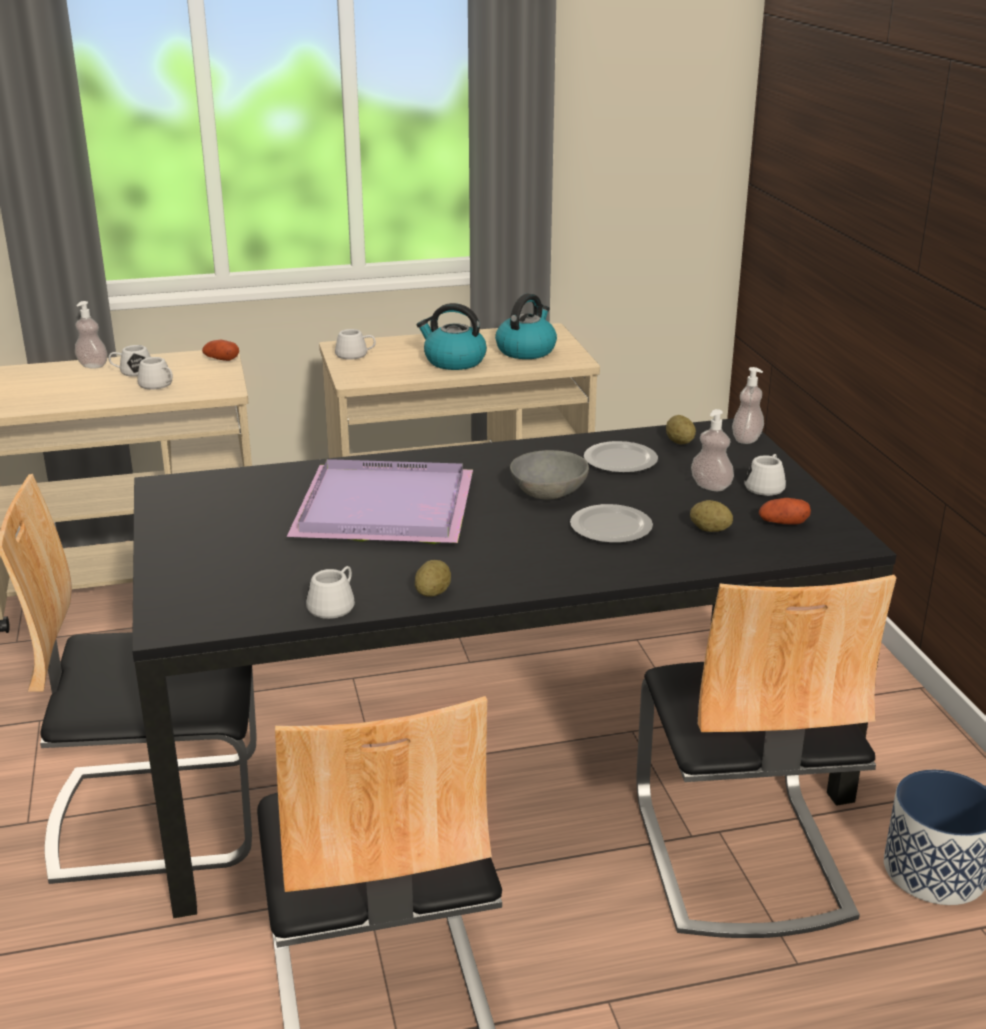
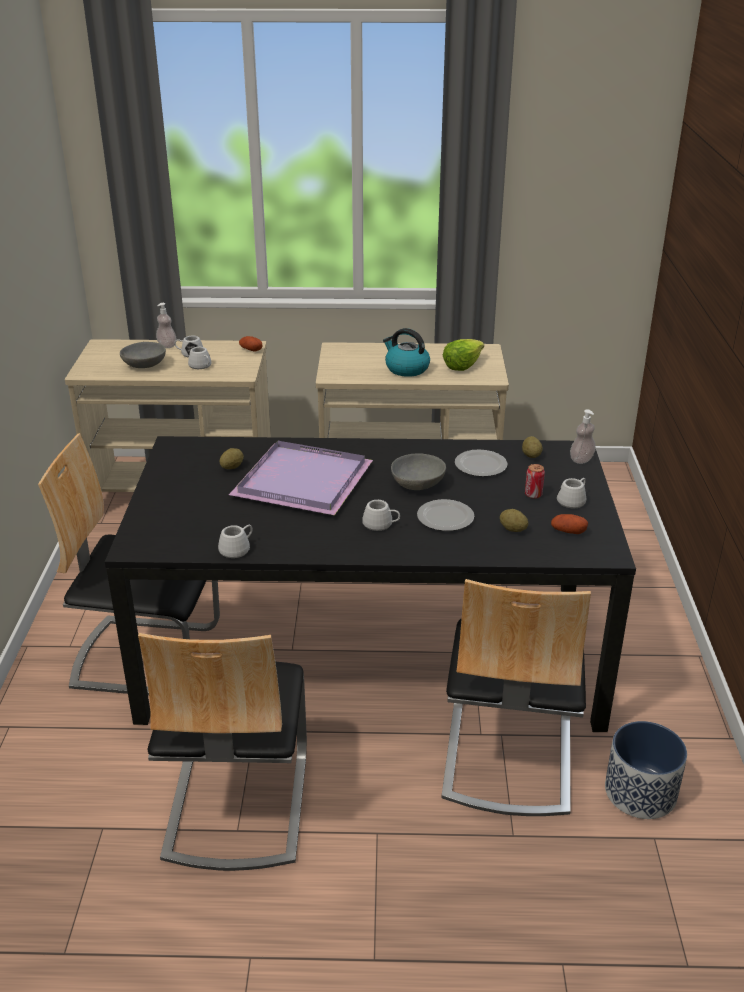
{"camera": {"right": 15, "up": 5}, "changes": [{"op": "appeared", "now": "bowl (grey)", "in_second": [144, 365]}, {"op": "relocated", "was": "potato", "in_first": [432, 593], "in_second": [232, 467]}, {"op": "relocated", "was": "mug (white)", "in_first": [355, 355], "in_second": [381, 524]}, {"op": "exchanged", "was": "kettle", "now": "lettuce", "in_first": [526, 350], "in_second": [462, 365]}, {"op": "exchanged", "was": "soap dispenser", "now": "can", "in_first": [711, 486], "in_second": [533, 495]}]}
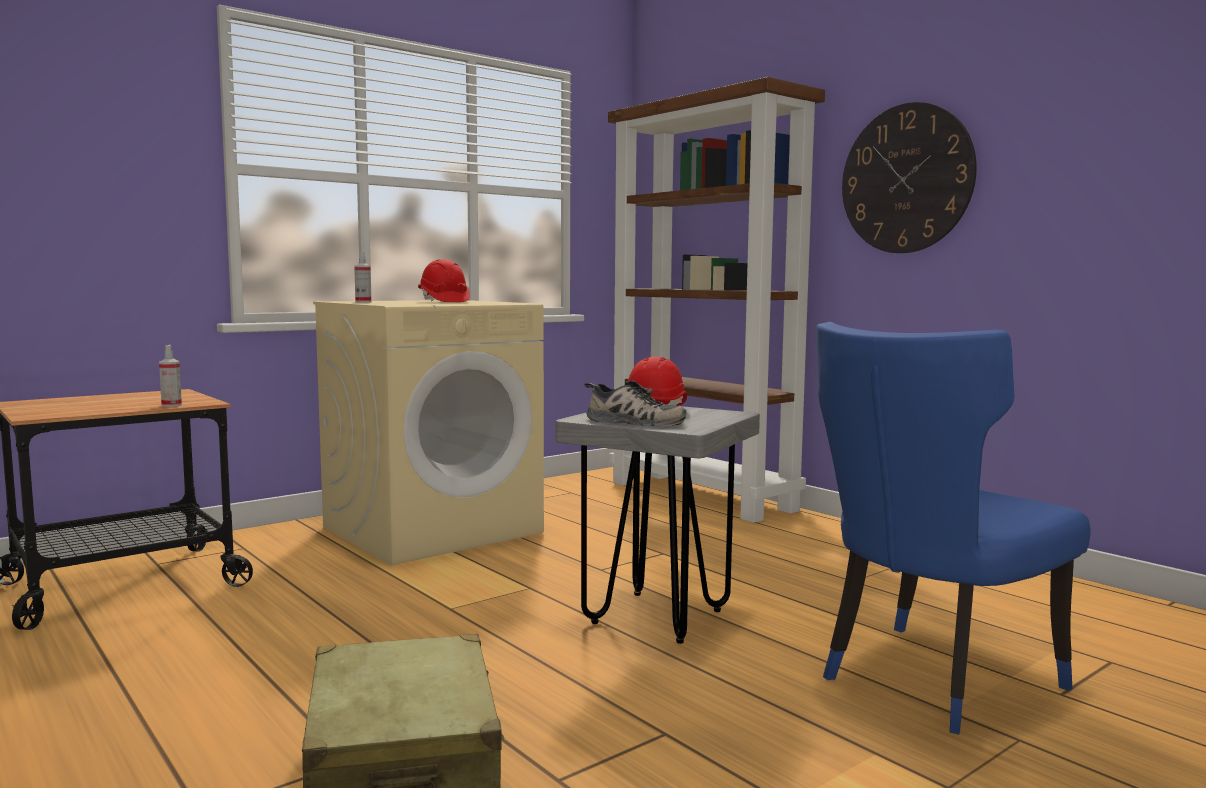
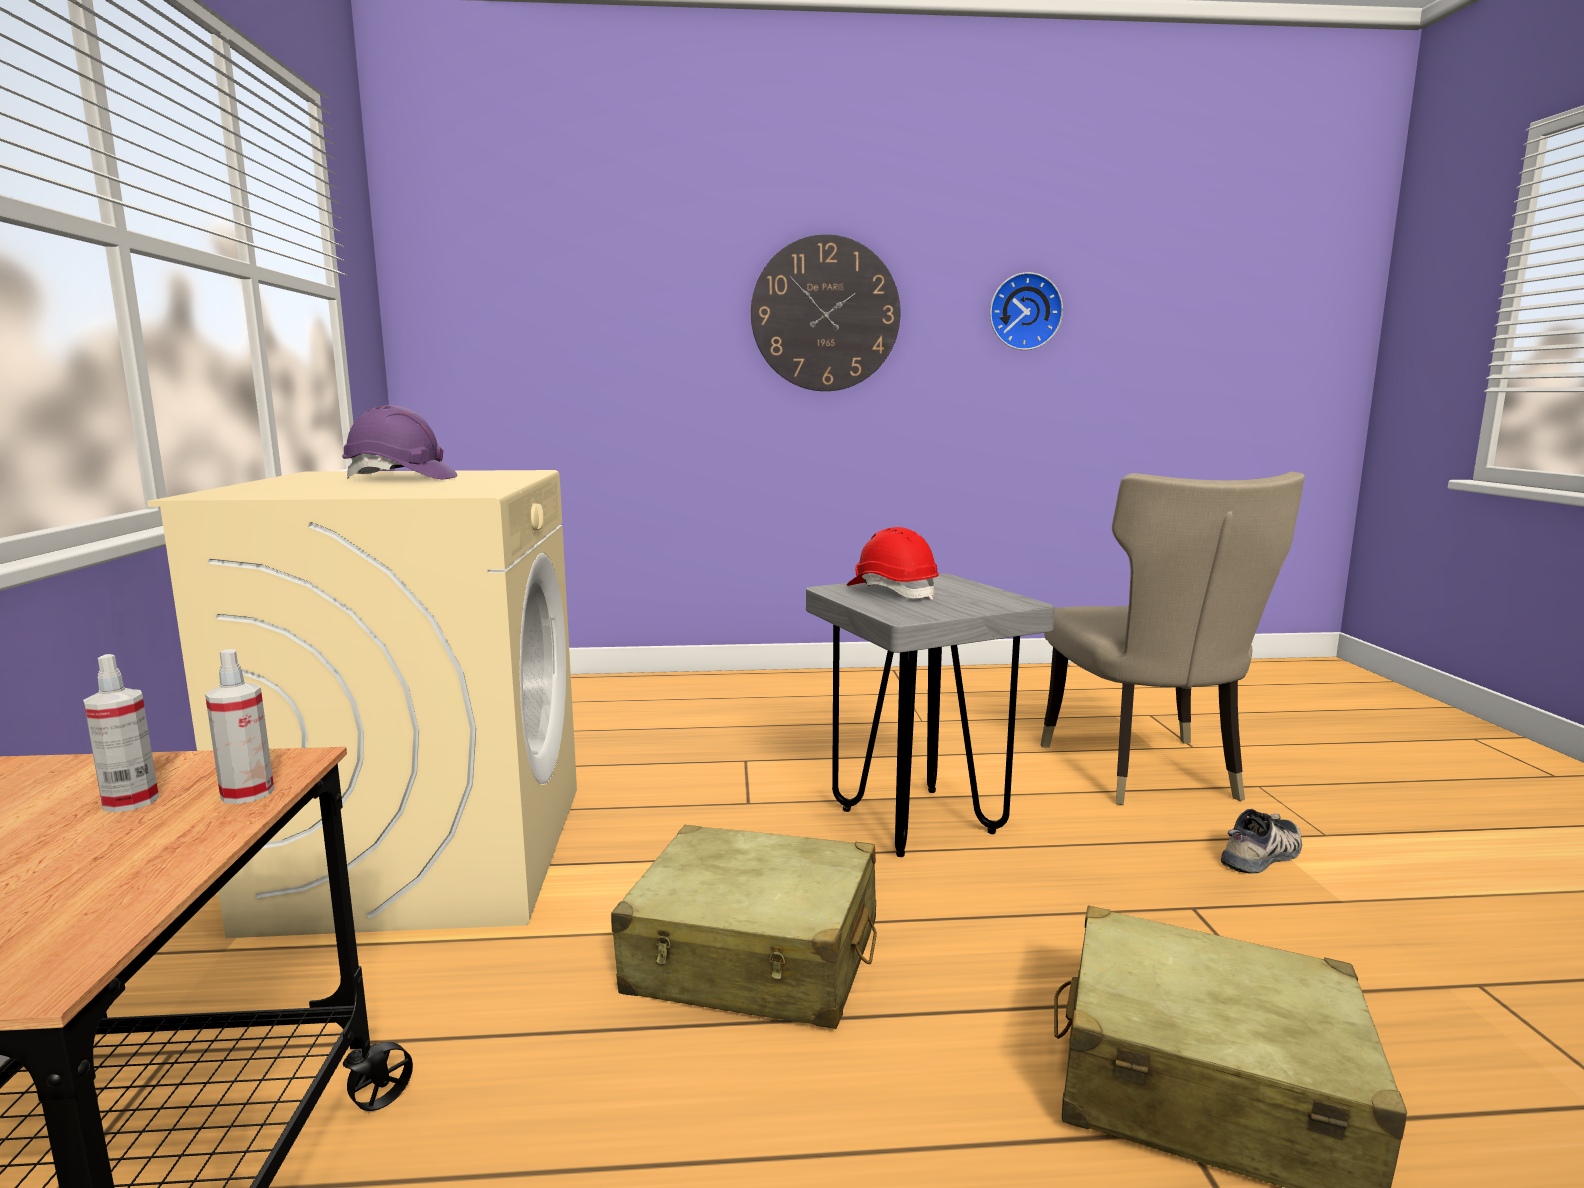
{"camera": {"right": -55, "up": 5}, "changes": [{"op": "relocated", "was": "spray bottle", "in_first": [363, 302], "in_second": [130, 801]}, {"op": "colour", "was": "hard hat (red)", "now": "hard hat (purple)", "in_first": [444, 301], "in_second": [401, 478]}, {"op": "appeared", "now": "suitcase (beige)", "in_second": [754, 957]}, {"op": "appeared", "now": "wall clock", "in_second": [1024, 312]}, {"op": "colour", "was": "chair (blue)", "now": "chair (beige)", "in_first": [929, 681], "in_second": [1147, 773]}, {"op": "relocated", "was": "shoe", "in_first": [633, 422], "in_second": [1263, 855]}, {"op": "missing", "was": "bookcase (brown)", "in_first": [703, 496]}]}
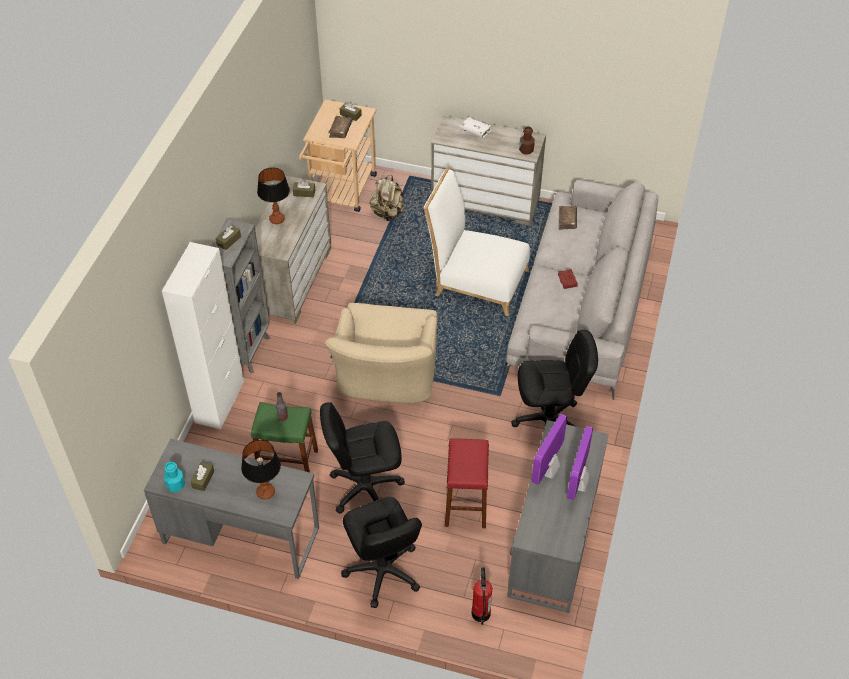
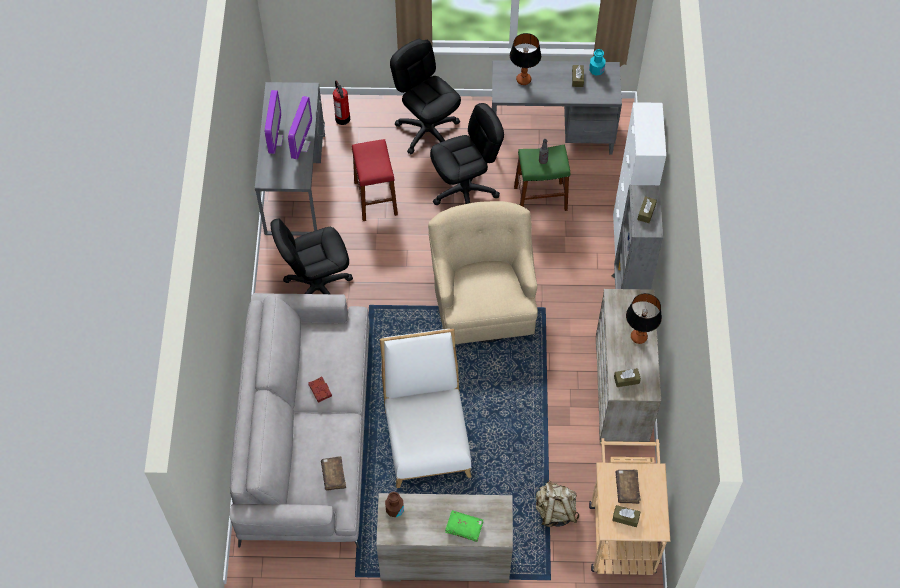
{"camera": {"right": 165, "up": 10}, "changes": [{"op": "spun", "was": "chair (white)", "in_first": [476, 281], "in_second": [426, 436], "clockwise": -105}, {"op": "colour", "was": "book (white)", "now": "book (green)", "in_first": [475, 131], "in_second": [464, 527]}]}
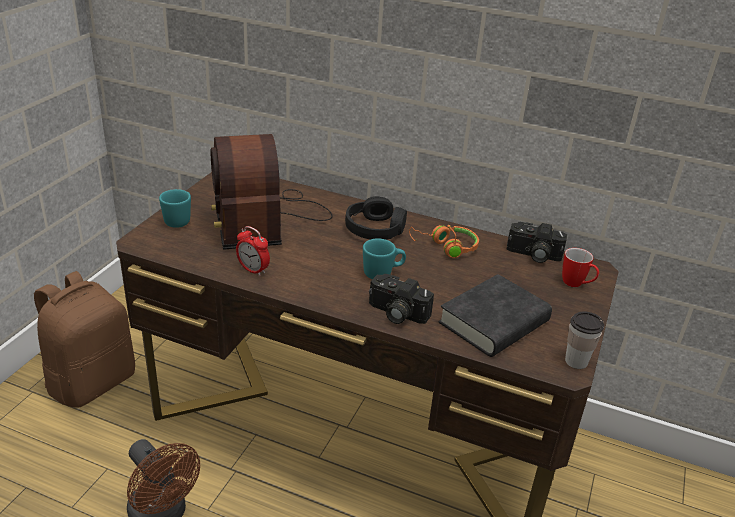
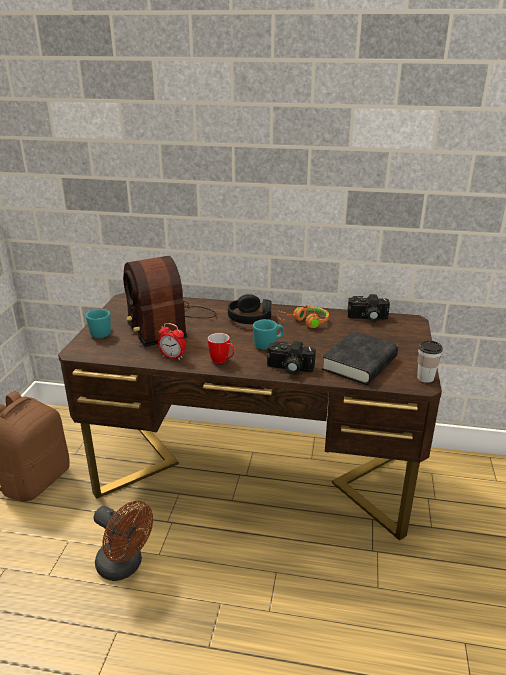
{"camera": {"right": -10, "up": -5}, "changes": [{"op": "relocated", "was": "mug", "in_first": [576, 285], "in_second": [222, 361]}]}
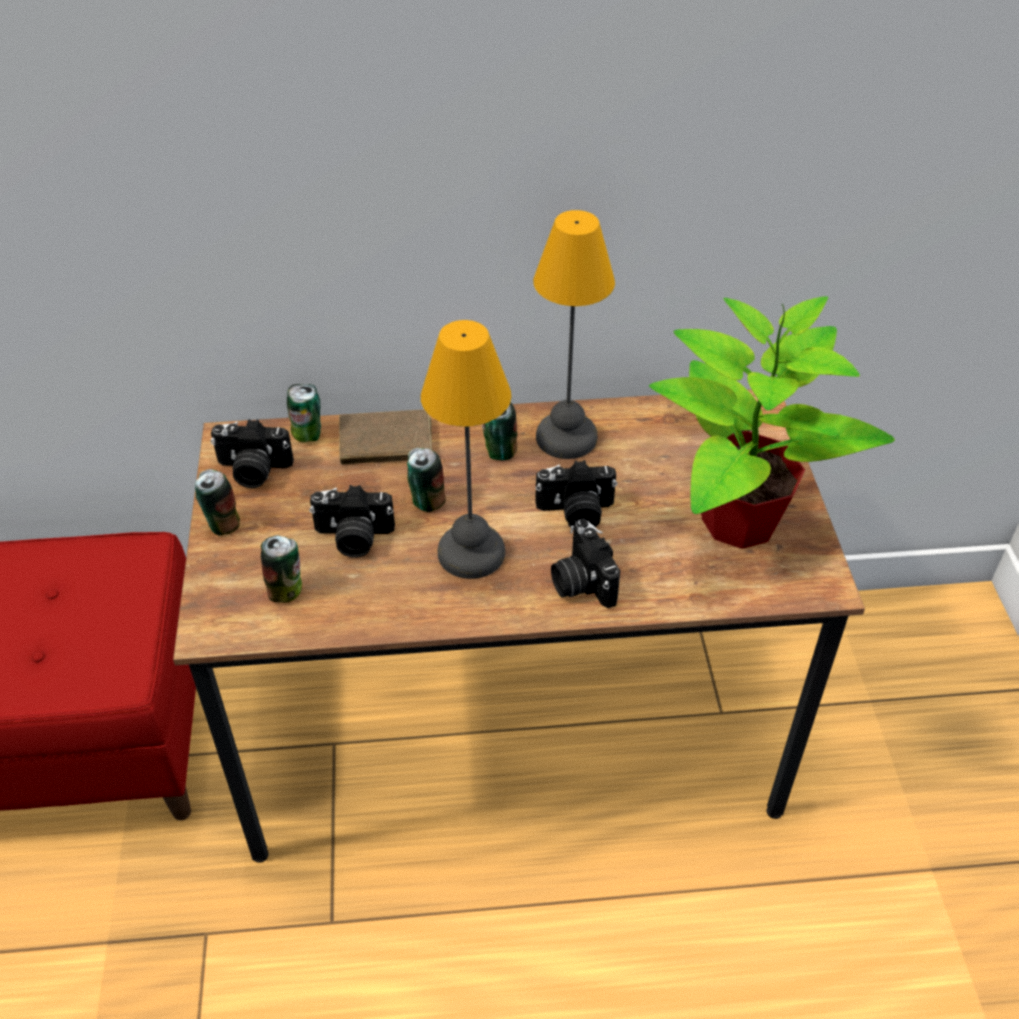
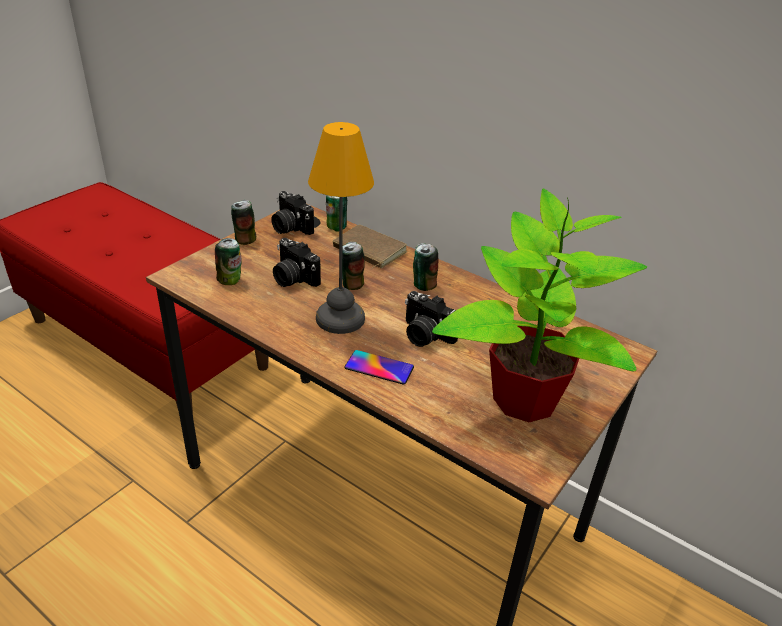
{"camera": {"right": 40, "up": -10}, "changes": [{"op": "exchanged", "was": "photo camera", "now": "phone", "in_first": [581, 581], "in_second": [379, 367]}, {"op": "missing", "was": "table lamp", "in_first": [564, 438]}]}
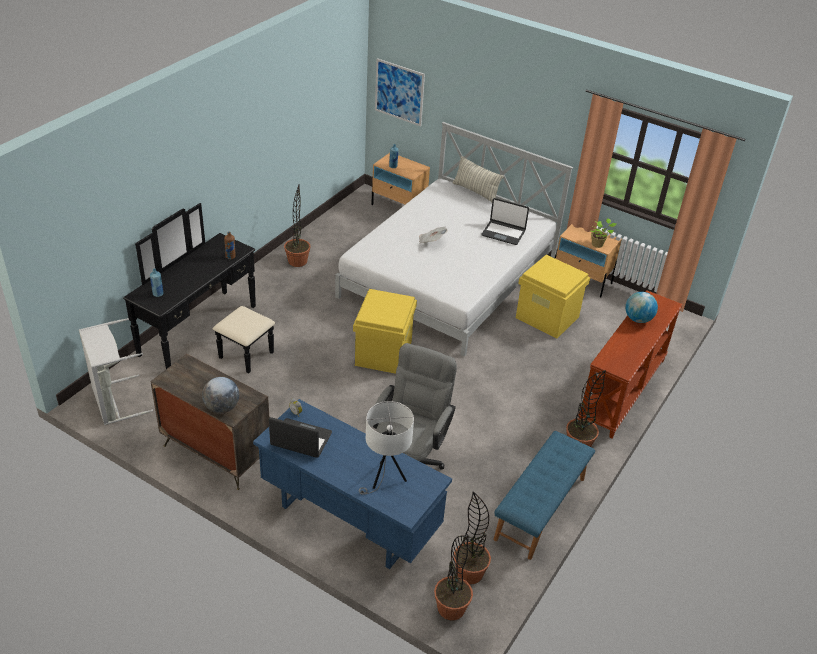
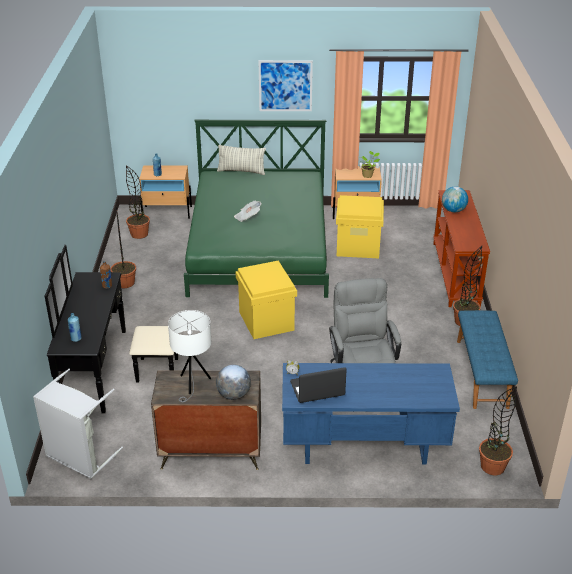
{"camera": {"right": -30, "up": -5}, "changes": [{"op": "relocated", "was": "potted plant", "in_first": [469, 573], "in_second": [139, 234]}, {"op": "relocated", "was": "table lamp (white)", "in_first": [384, 479], "in_second": [192, 384]}, {"op": "colour", "was": "bed (white)", "now": "bed (green)", "in_first": [448, 277], "in_second": [259, 248]}, {"op": "relocated", "was": "picture", "in_first": [399, 92], "in_second": [285, 86]}, {"op": "missing", "was": "laptop", "in_first": [503, 233]}]}
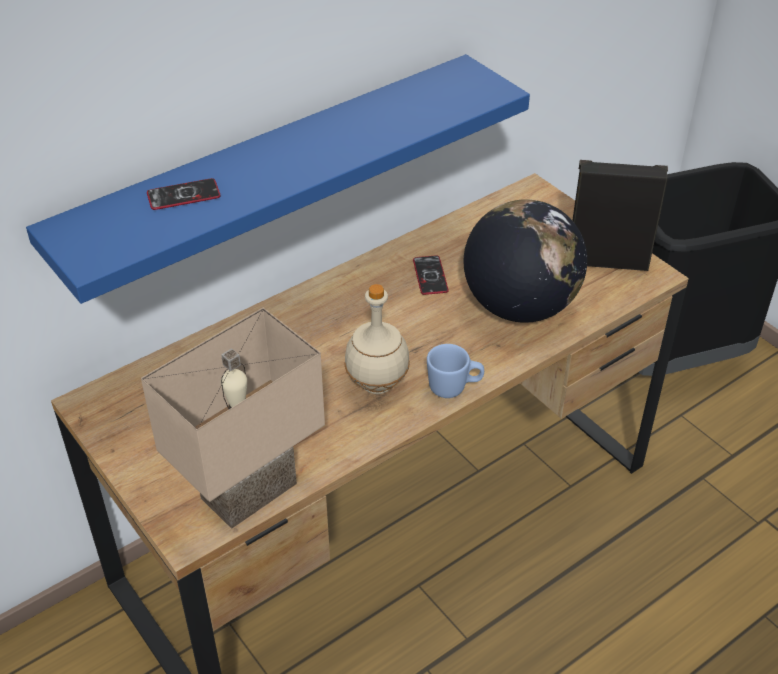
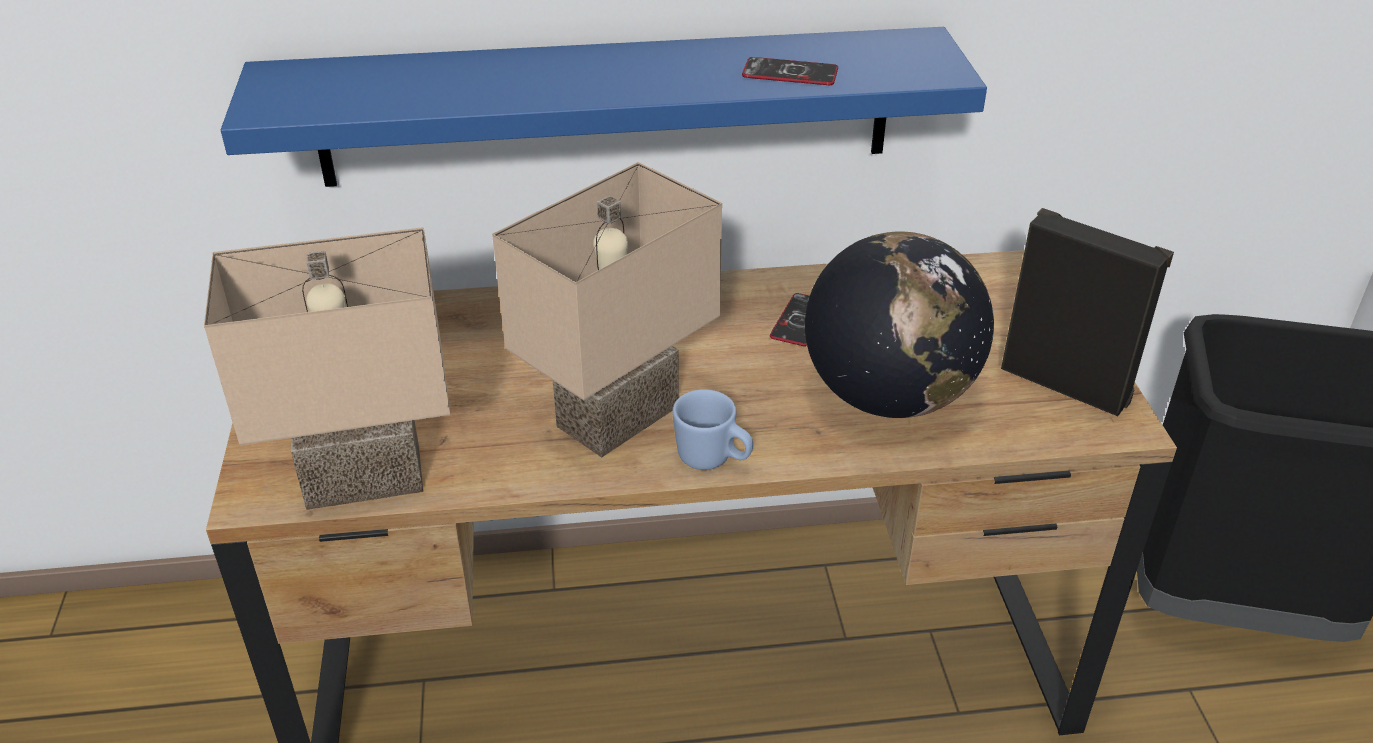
{"camera": {"right": 30, "up": -5}, "changes": [{"op": "exchanged", "was": "bottle (beige)", "now": "table lamp (beige)", "in_first": [377, 385], "in_second": [621, 420]}, {"op": "relocated", "was": "phone", "in_first": [183, 195], "in_second": [790, 73]}]}
